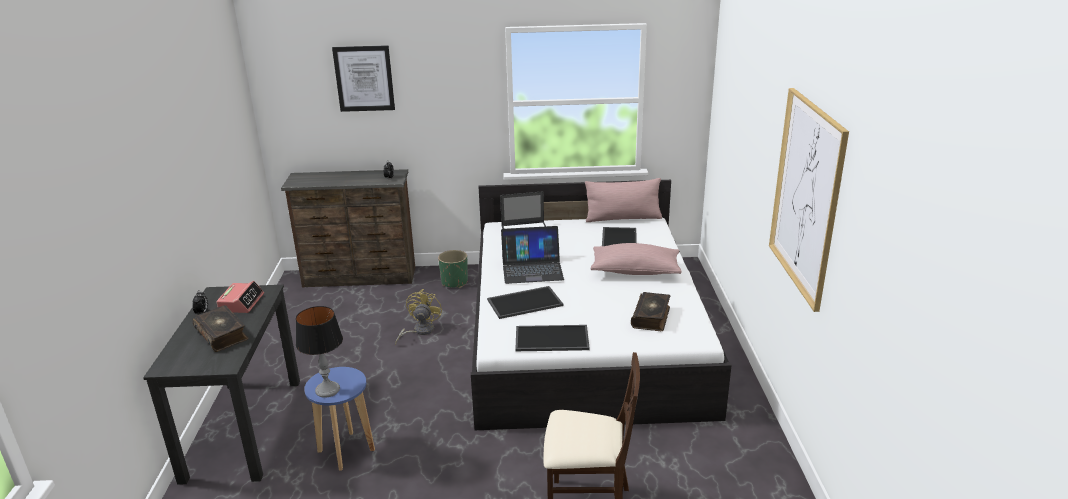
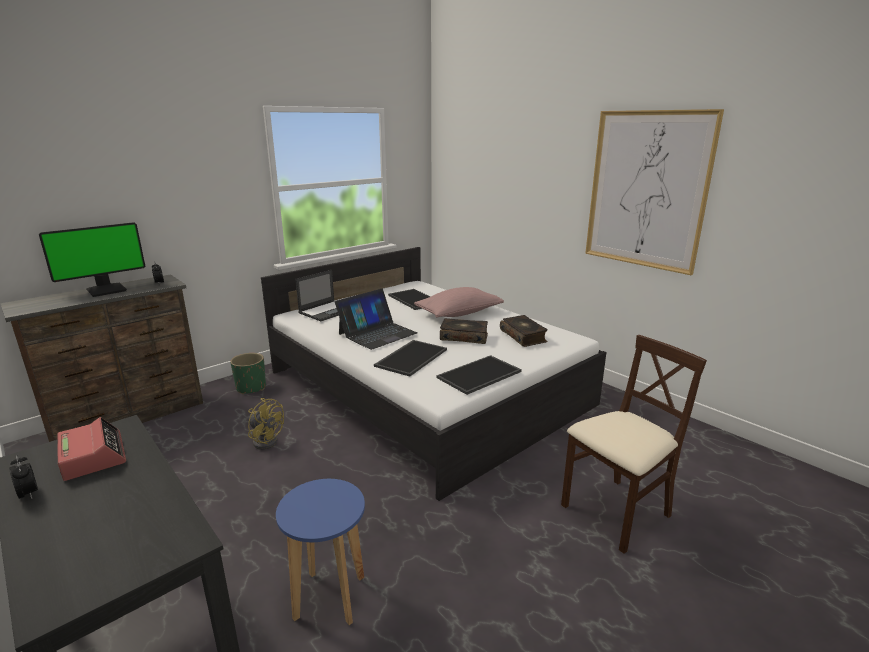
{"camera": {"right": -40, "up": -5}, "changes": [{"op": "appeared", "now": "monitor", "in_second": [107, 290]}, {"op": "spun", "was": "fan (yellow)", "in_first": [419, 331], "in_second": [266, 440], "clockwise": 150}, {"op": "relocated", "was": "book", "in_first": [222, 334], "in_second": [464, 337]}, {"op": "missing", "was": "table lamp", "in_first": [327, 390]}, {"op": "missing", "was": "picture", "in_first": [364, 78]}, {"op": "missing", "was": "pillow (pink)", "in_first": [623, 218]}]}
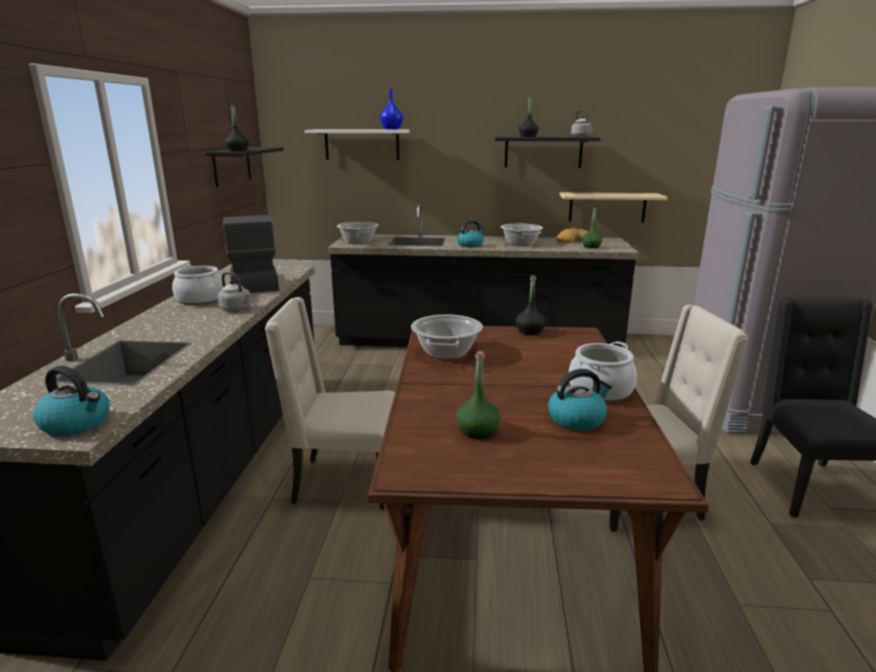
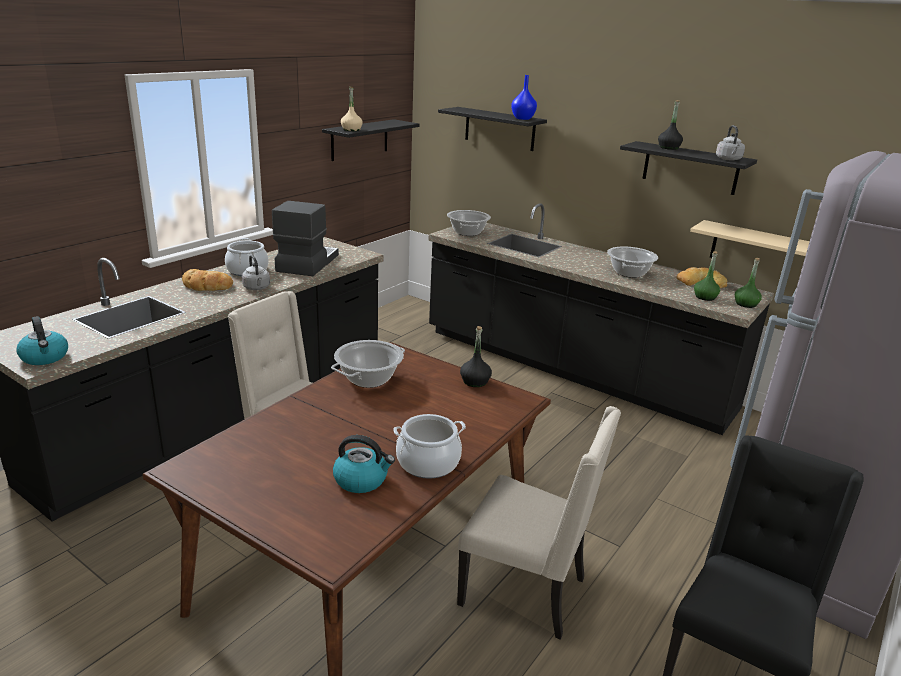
{"camera": {"right": 30, "up": 5}, "changes": [{"op": "appeared", "now": "bread", "in_second": [206, 285]}, {"op": "colour", "was": "bottle (black)", "now": "bottle (beige)", "in_first": [237, 150], "in_second": [351, 130]}, {"op": "colour", "was": "shelf (white)", "now": "shelf (black)", "in_first": [362, 144], "in_second": [499, 129]}, {"op": "relocated", "was": "bottle (green)", "in_first": [478, 430], "in_second": [746, 304]}, {"op": "missing", "was": "kettle", "in_first": [470, 245]}]}
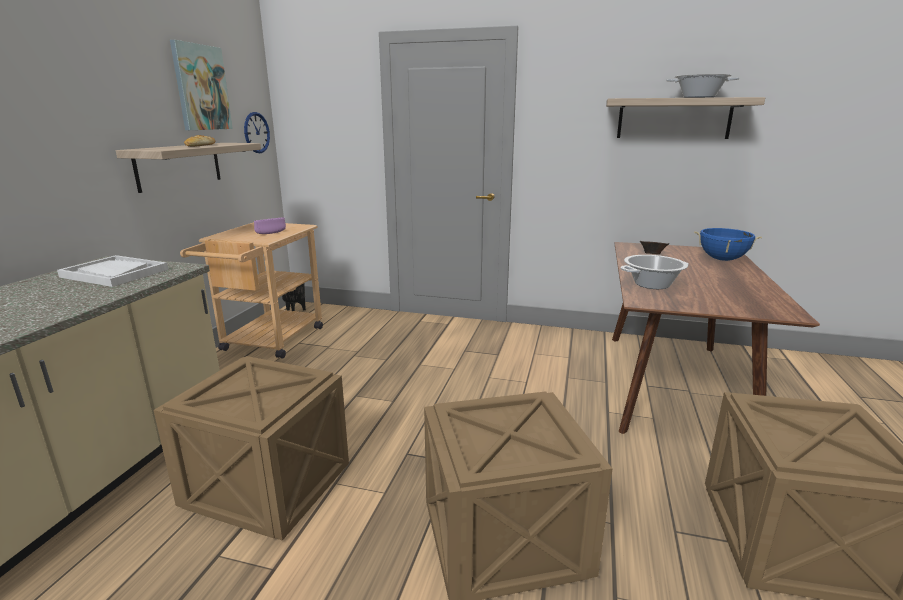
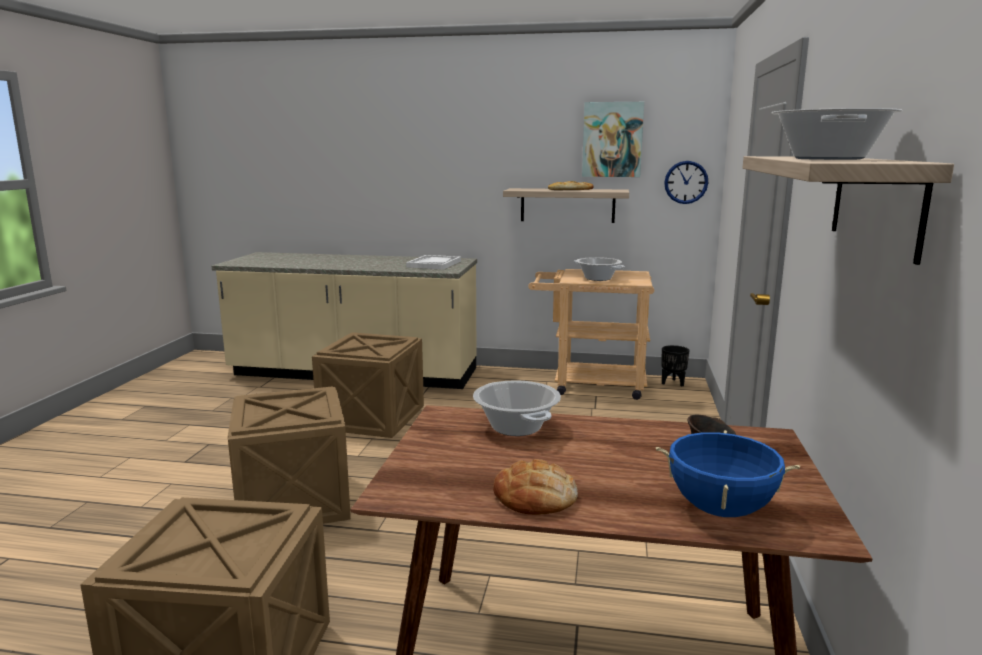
{"camera": {"right": 85, "up": -5}, "changes": [{"op": "appeared", "now": "bread", "in_second": [535, 496]}, {"op": "exchanged", "was": "bowl (purple)", "now": "cooking pot", "in_first": [271, 233], "in_second": [598, 278]}]}
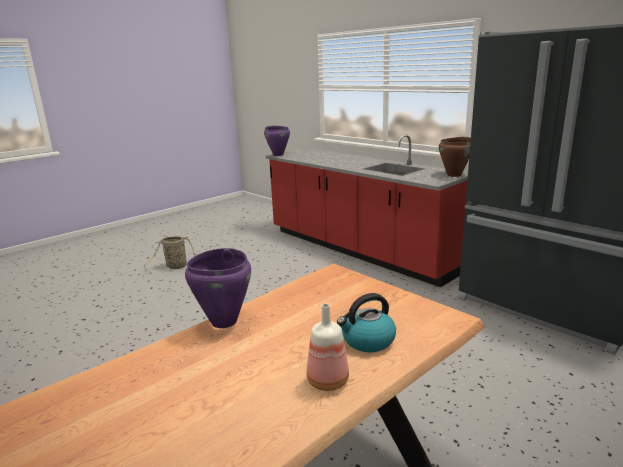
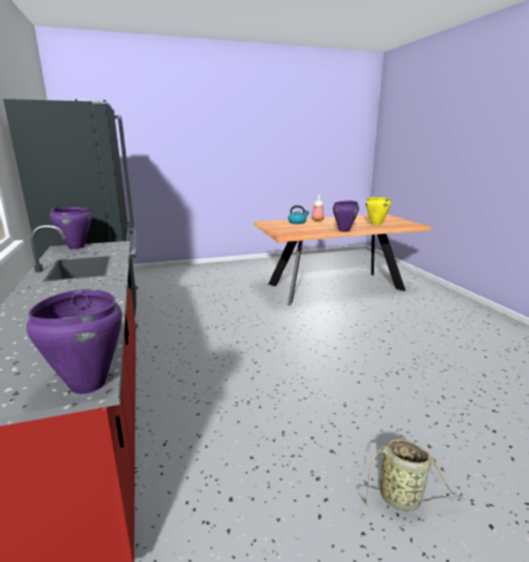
{"camera": {"right": -155, "up": 0}, "changes": [{"op": "colour", "was": "cooking pot (brown)", "now": "cooking pot (purple)", "in_first": [454, 175], "in_second": [76, 247]}, {"op": "appeared", "now": "cooking pot (yellow)", "in_second": [376, 224]}]}
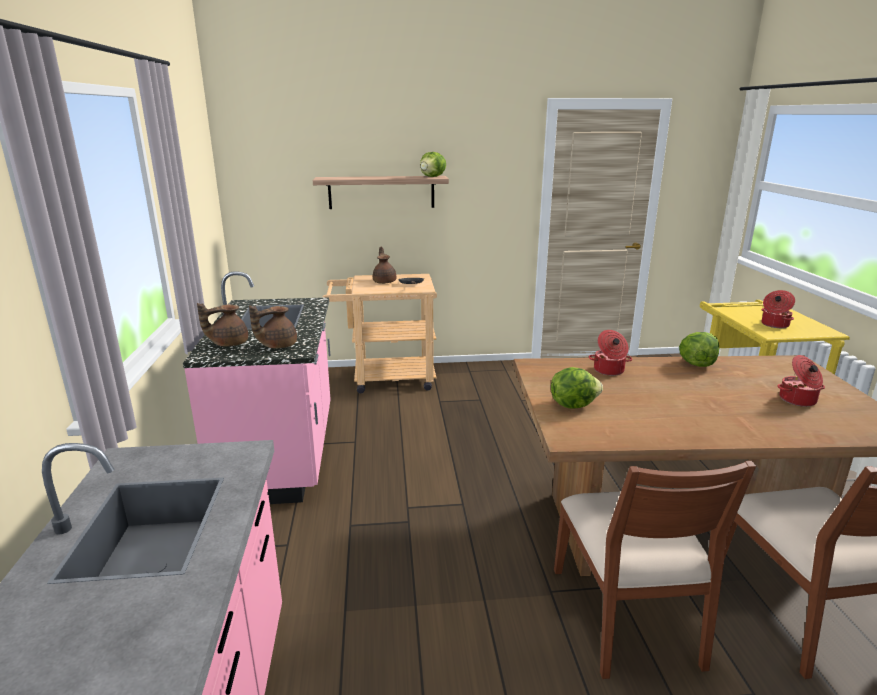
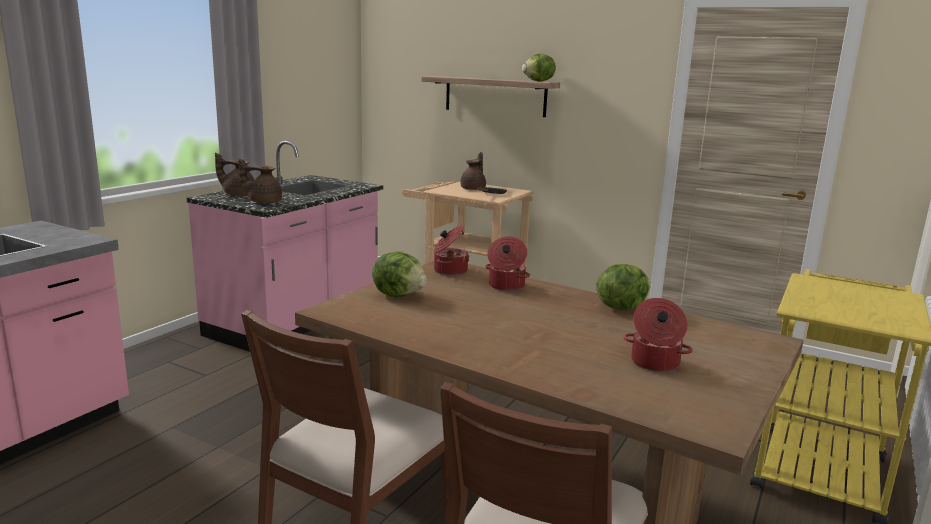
{"camera": {"right": 35, "up": -5}, "changes": [{"op": "relocated", "was": "cooking pot", "in_first": [774, 324], "in_second": [449, 271]}]}
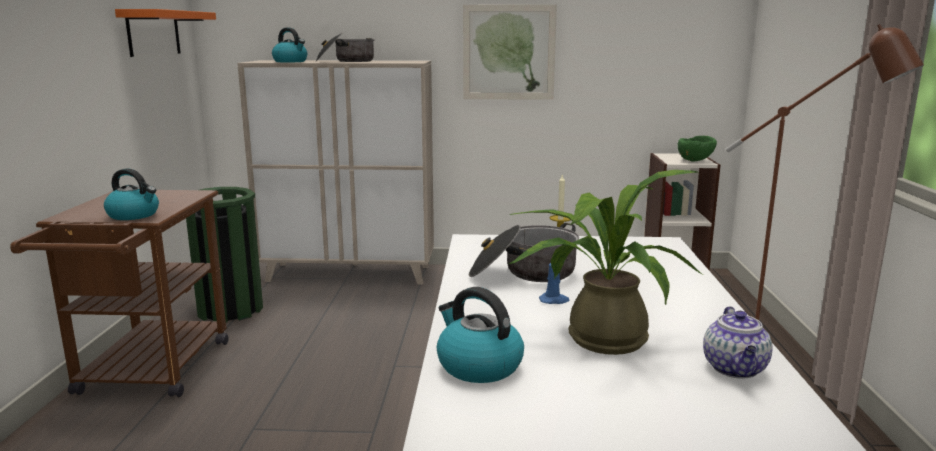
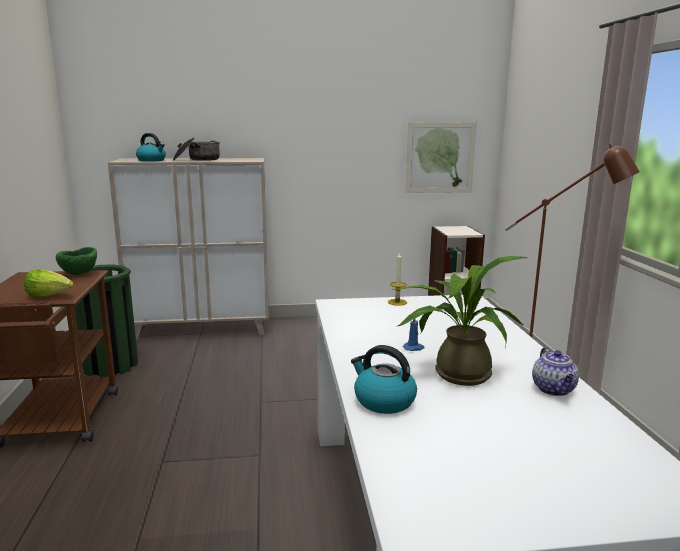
{"camera": {"right": -10, "up": 0}, "changes": [{"op": "exchanged", "was": "kettle", "now": "lettuce", "in_first": [134, 215], "in_second": [49, 295]}, {"op": "relocated", "was": "bowl (green)", "in_first": [695, 161], "in_second": [79, 274]}, {"op": "relocated", "was": "picture", "in_first": [509, 52], "in_second": [440, 158]}, {"op": "missing", "was": "shelf (orange)", "in_first": [153, 33]}, {"op": "missing", "was": "cooking pot", "in_first": [524, 273]}]}
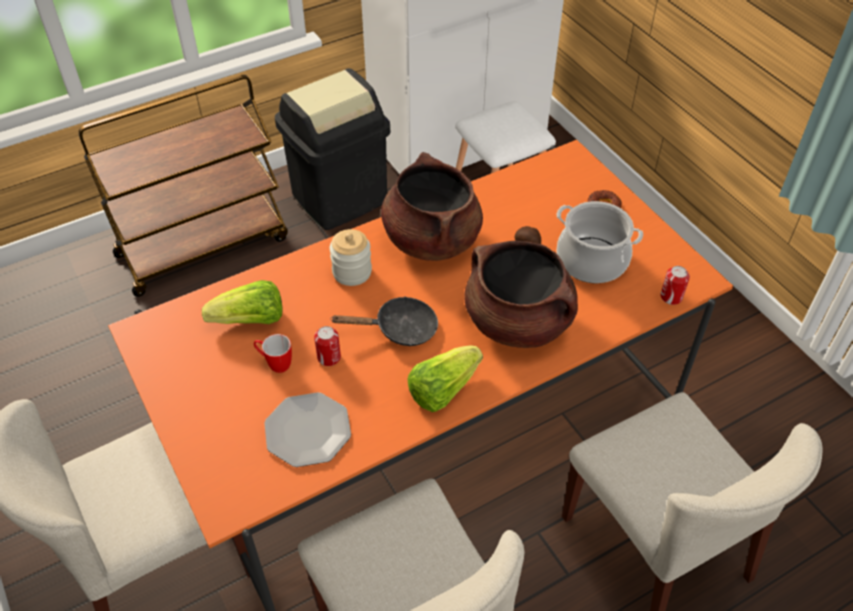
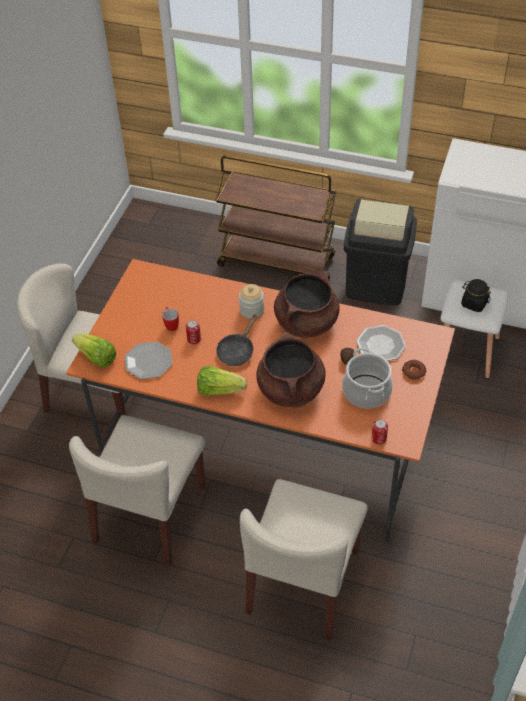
{"camera": {"right": 50, "up": 0}, "changes": [{"op": "relocated", "was": "lettuce", "in_first": [250, 320], "in_second": [96, 358]}, {"op": "spun", "was": "frying pan (black)", "in_first": [399, 329], "in_second": [237, 351], "clockwise": 75}, {"op": "appeared", "now": "plate", "in_second": [380, 345]}, {"op": "appeared", "now": "jar (black)", "in_second": [474, 303]}]}
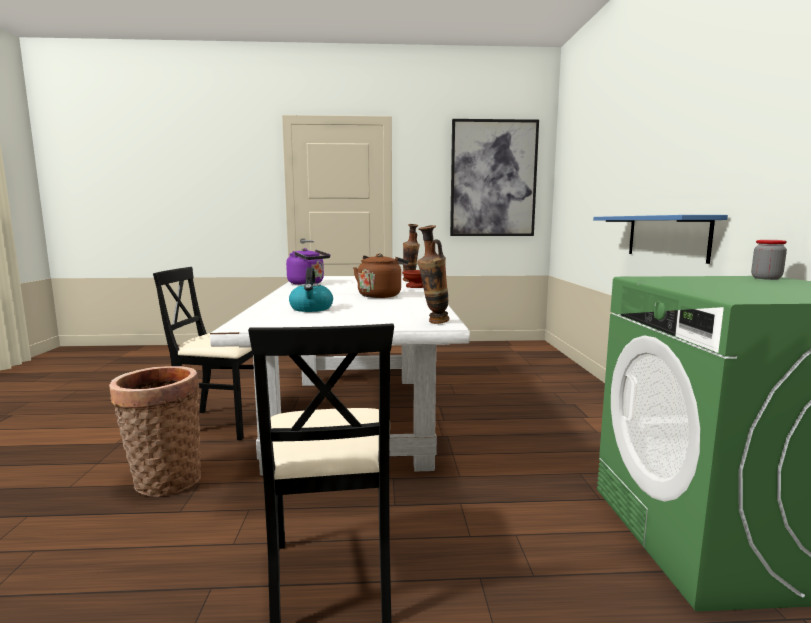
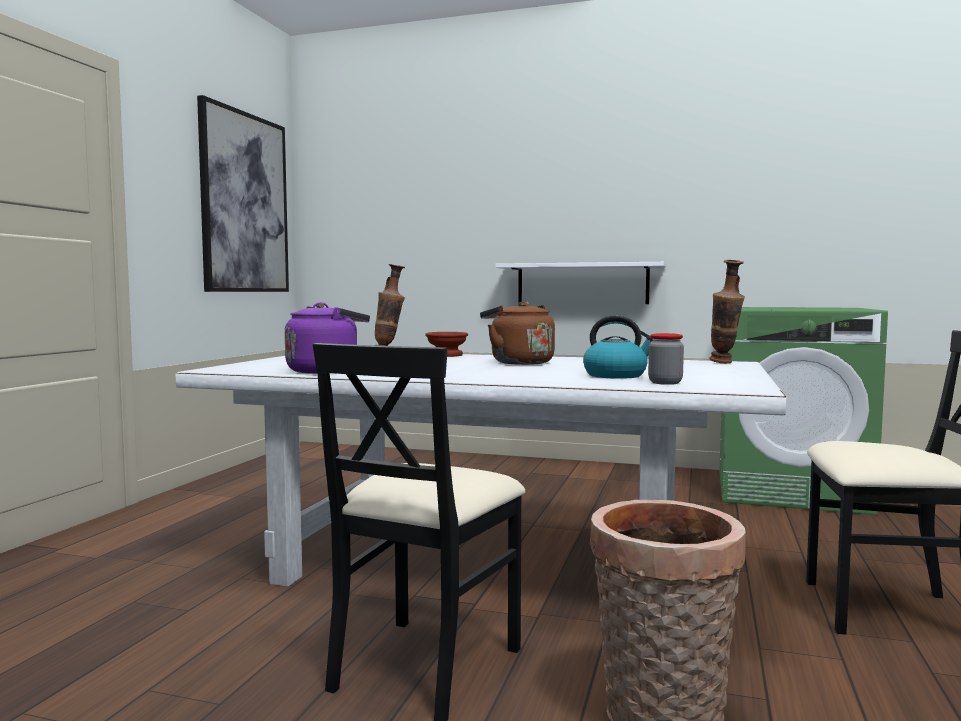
{"camera": {"right": -70, "up": -5}, "changes": [{"op": "colour", "was": "shelf (blue)", "now": "shelf (white)", "in_first": [666, 237], "in_second": [582, 284]}, {"op": "relocated", "was": "jar", "in_first": [766, 278], "in_second": [665, 383]}]}
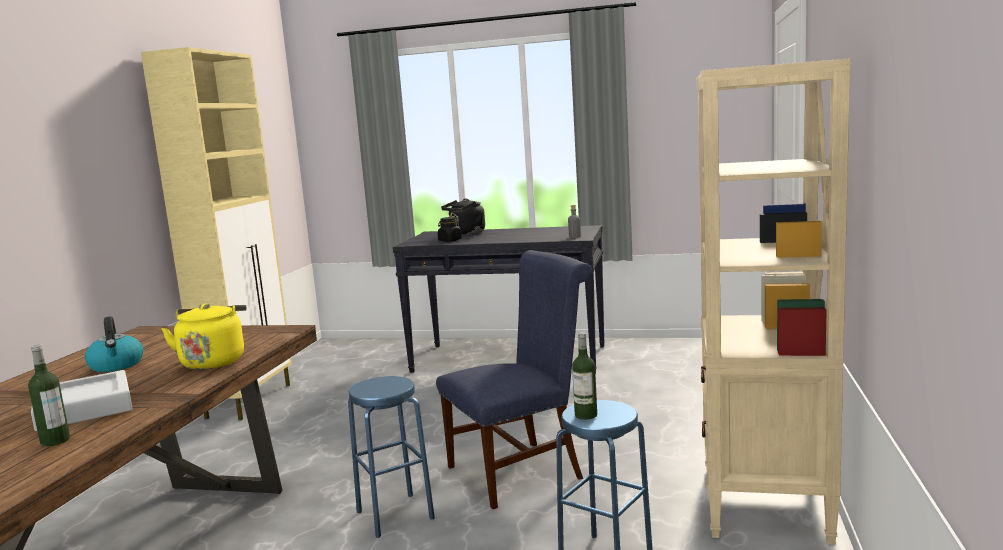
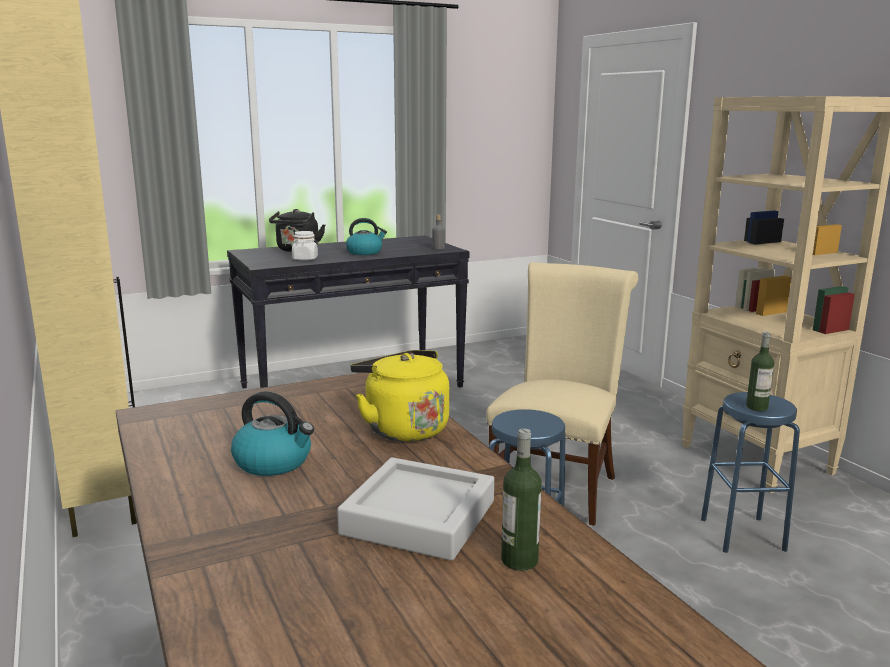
{"camera": {"right": -40, "up": 5}, "changes": [{"op": "colour", "was": "jar (black)", "now": "jar (white)", "in_first": [450, 240], "in_second": [305, 259]}, {"op": "appeared", "now": "kettle", "in_second": [365, 252]}, {"op": "colour", "was": "chair (blue)", "now": "chair (beige)", "in_first": [522, 470], "in_second": [556, 485]}]}
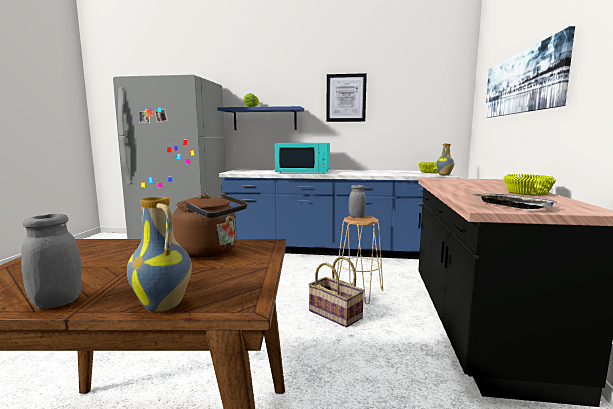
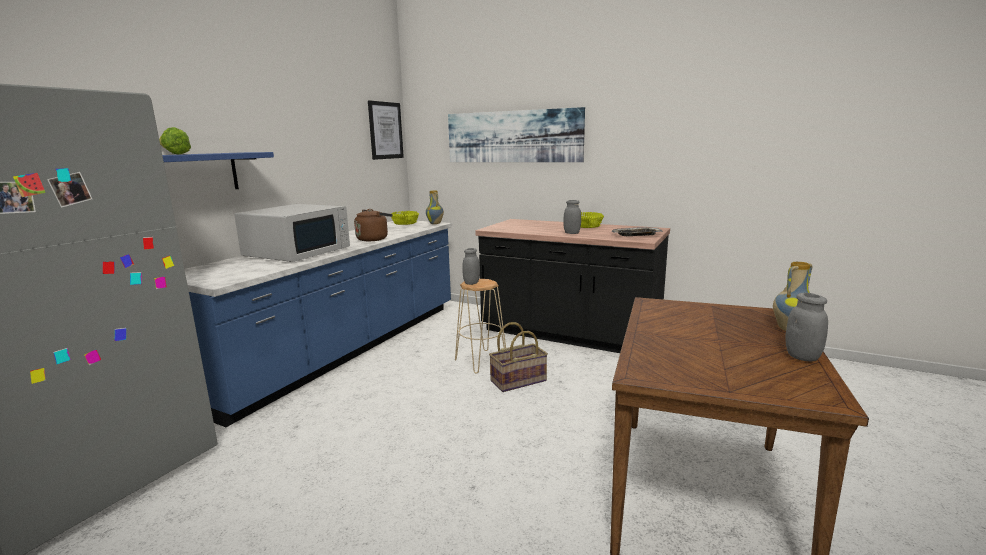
{"camera": {"right": -70, "up": 5}, "changes": [{"op": "colour", "was": "microwave (turquoise)", "now": "microwave (white)", "in_first": [304, 171], "in_second": [298, 252]}, {"op": "relocated", "was": "kettle (brown)", "in_first": [210, 252], "in_second": [374, 239]}, {"op": "relocated", "was": "picture", "in_first": [346, 98], "in_second": [385, 130]}, {"op": "appeared", "now": "jar (grey)", "in_second": [572, 233]}]}
